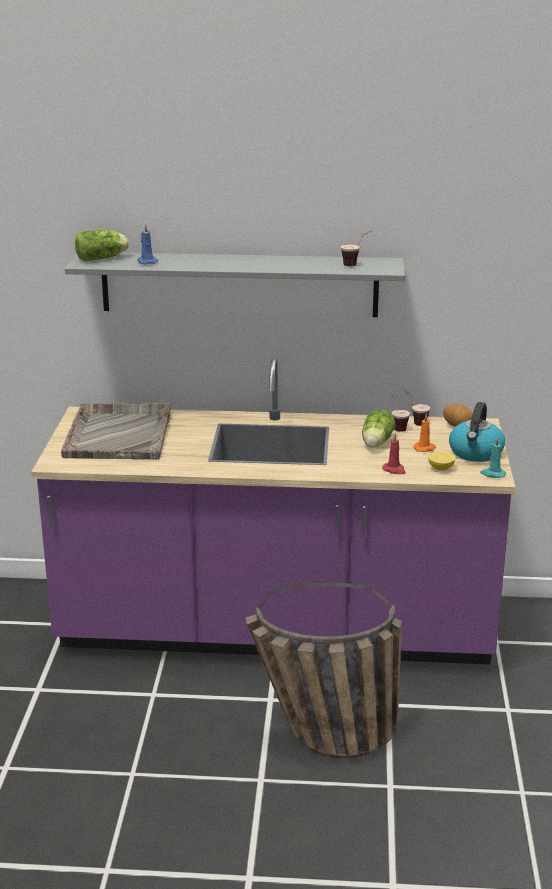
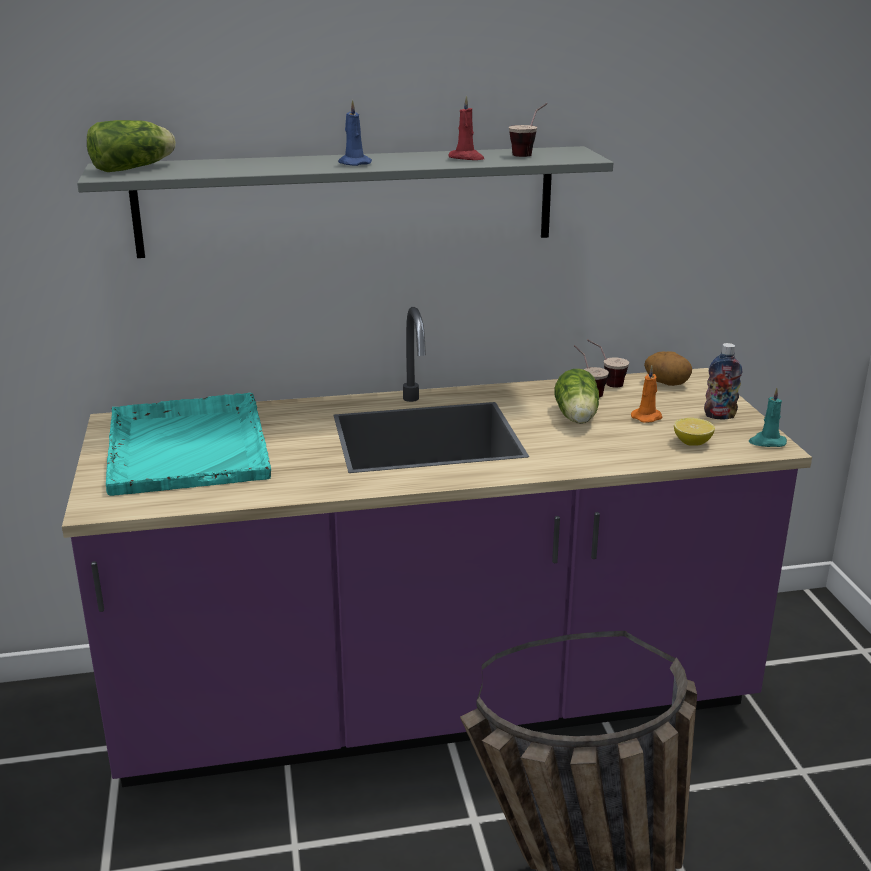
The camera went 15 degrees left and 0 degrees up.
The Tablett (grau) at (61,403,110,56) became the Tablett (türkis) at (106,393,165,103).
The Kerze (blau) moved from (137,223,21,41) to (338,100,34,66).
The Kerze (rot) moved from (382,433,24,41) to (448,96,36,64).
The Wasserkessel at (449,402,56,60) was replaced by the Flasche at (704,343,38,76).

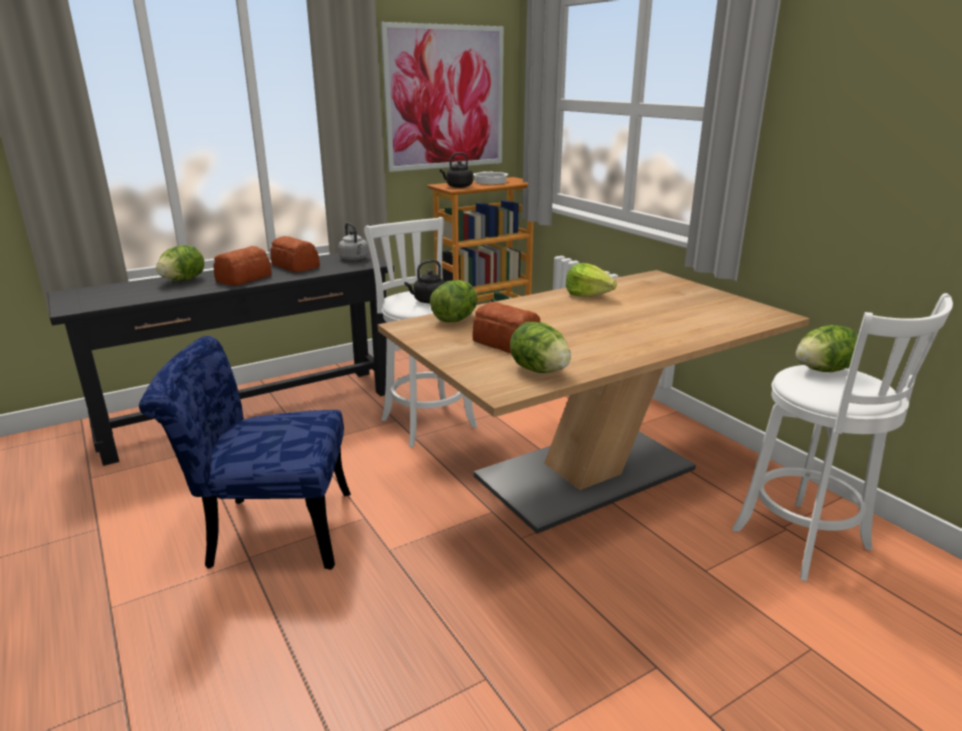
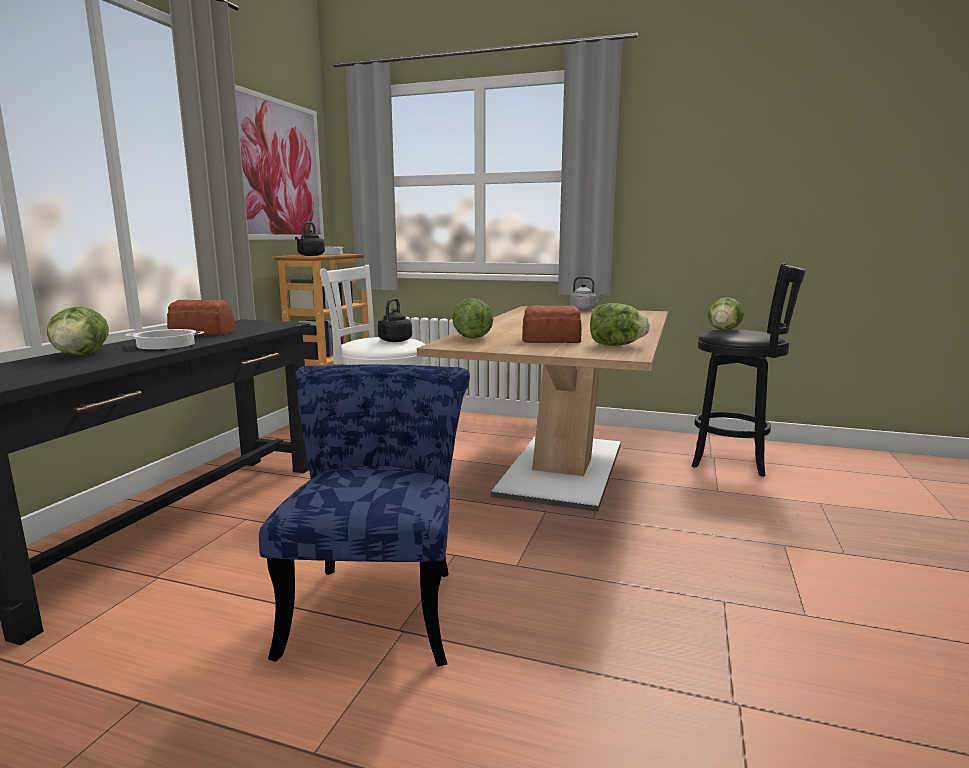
The camera went 40 degrees left and 10 degrees down.
The Brot at (213,246,59,40) was replaced by the Kochtopf at (125,329,79,21).
The Stuhl (blau) at (139,336,212,234) turned 135 degrees clockwise.
The Wasserkessel (grau) moved from (338,222,30,39) to (570,276,35,35).
The Hocker (weiß) at (732,293,221,288) became the Hocker (schwarz) at (692,264,114,213).
The Salatkopf at (566,263,51,34) disappeared.

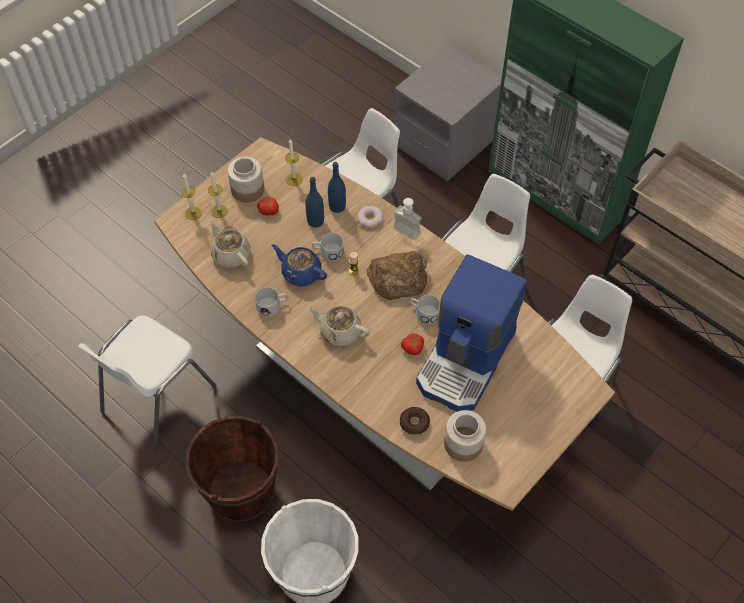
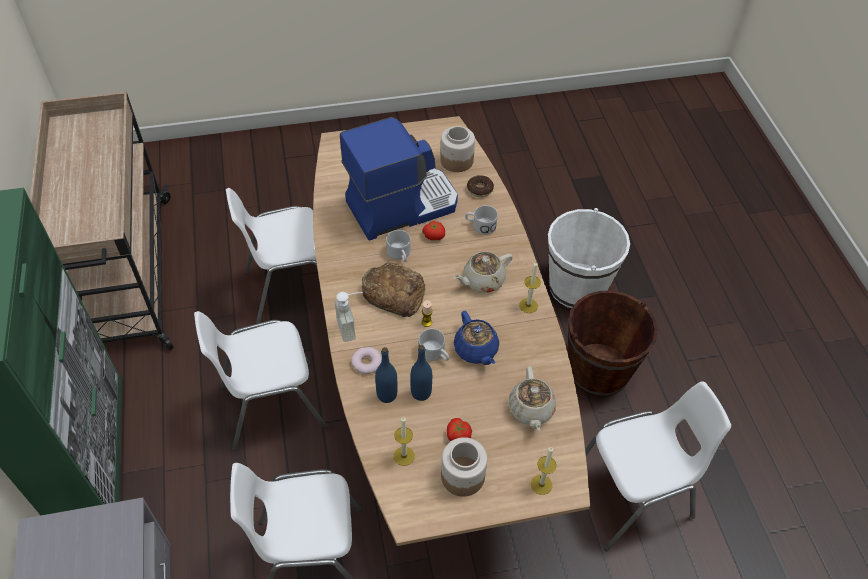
The camera went 145 degrees left and 5 degrees down.
The Teekanne (beige) at (307,306,63,41) turned 90 degrees clockwise.
The Henkelbecher (weiß) moved from (255,287,33,30) to (465,205,33,29).
The Kerze moved from (208,171,20,47) to (519,262,22,51).

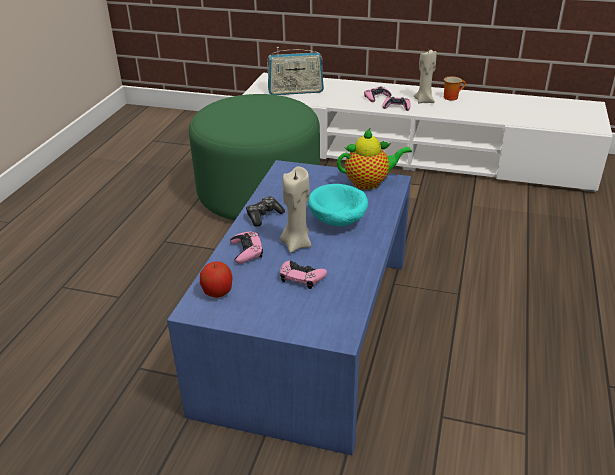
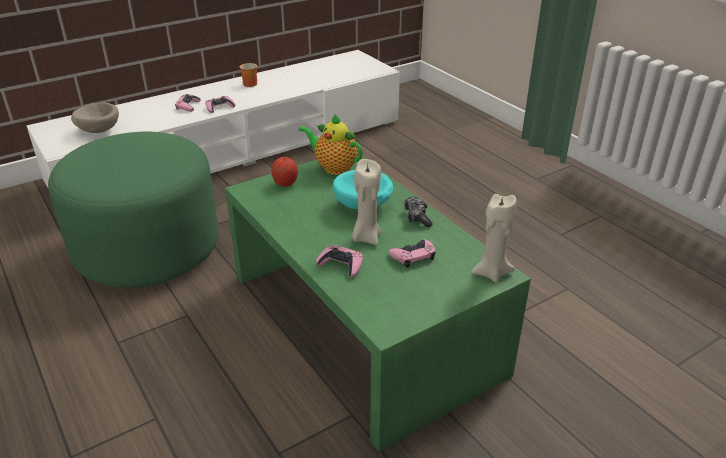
The camera went 50 degrees left and 0 degrees up.
The Radio at (267,47,57,48) was replaced by the Schüssel (beige) at (71,102,48,31).
The Couchtisch (blau) at (167,160,244,295) became the Couchtisch (grün) at (225,154,306,298).
The Apfel moved from (200,261,33,37) to (272,157,26,30).
The Teekanne at (337,129,75,61) turned 90 degrees counterclockwise.
The Gamepad moved from (246,196,39,31) to (404,196,29,31).
The Kerze (beige) moved from (413,49,24,55) to (471,194,46,88).

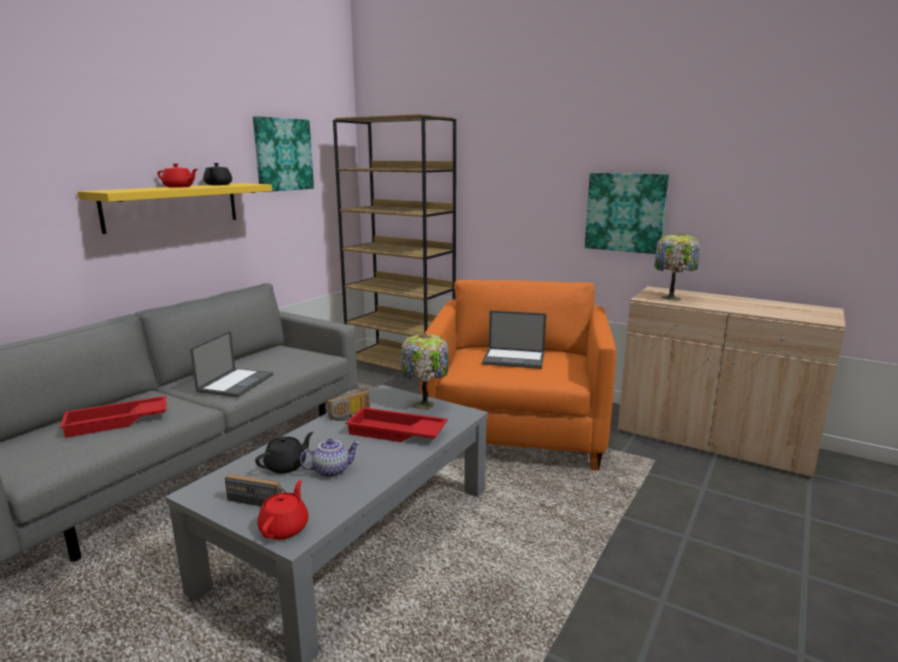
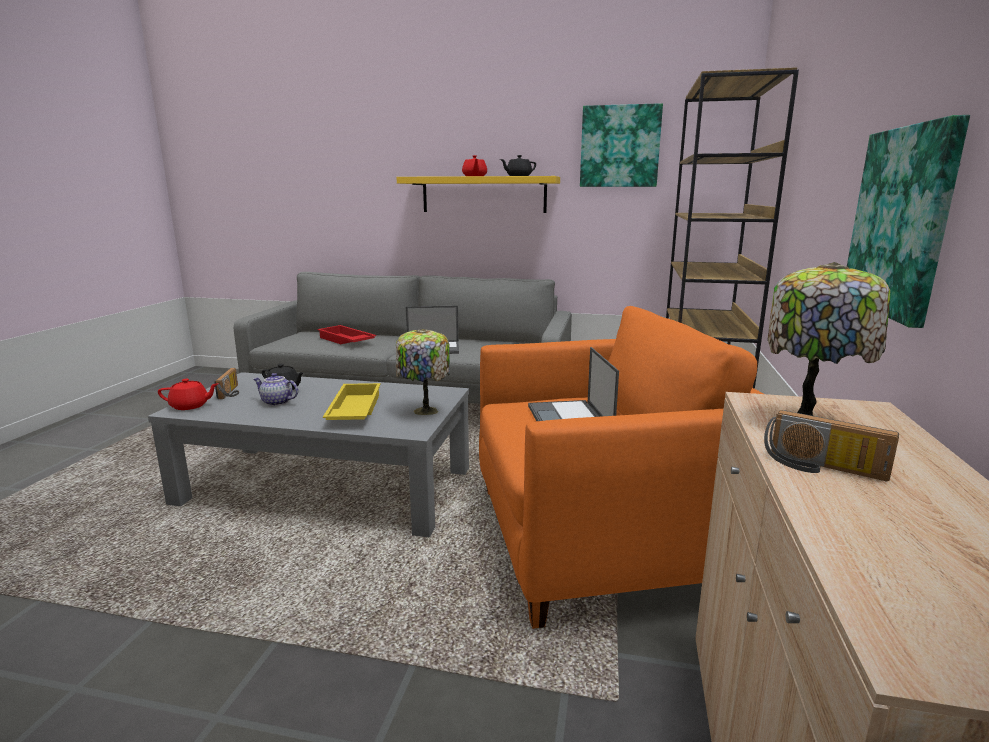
The camera went 70 degrees right and 0 degrees up.
The Teekanne at (300,439,60,38) turned 150 degrees clockwise.
The Tablett (rot) at (345,407,103,35) became the Tablett (gelb) at (323,383,58,37).
The Radio moved from (326,391,44,30) to (764,410,135,71).

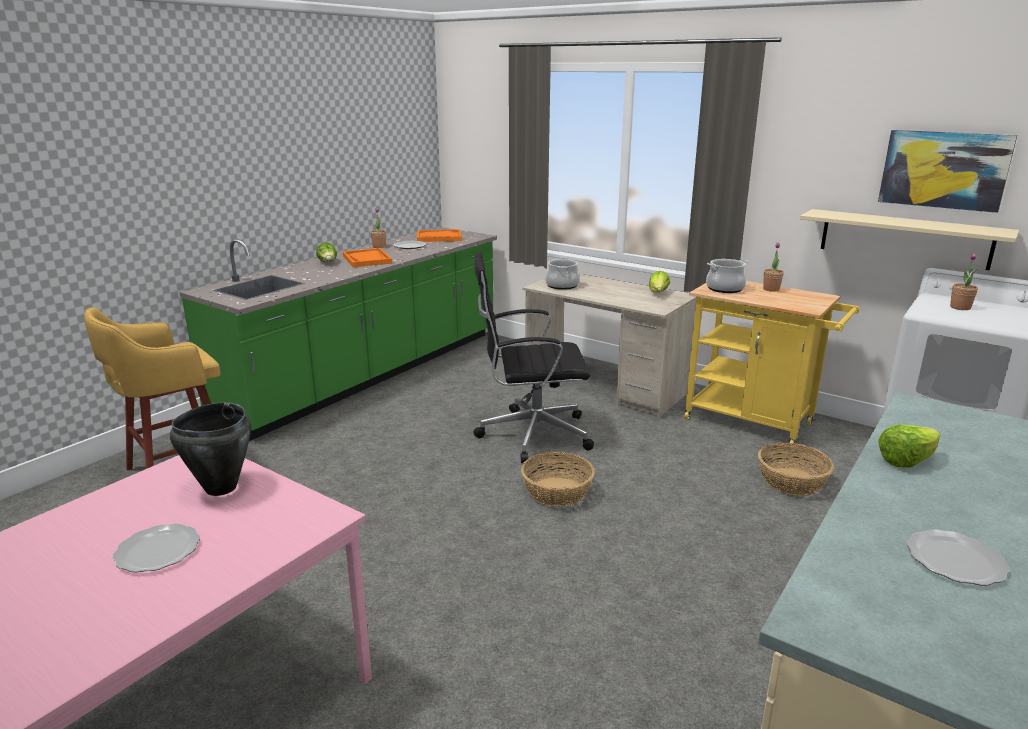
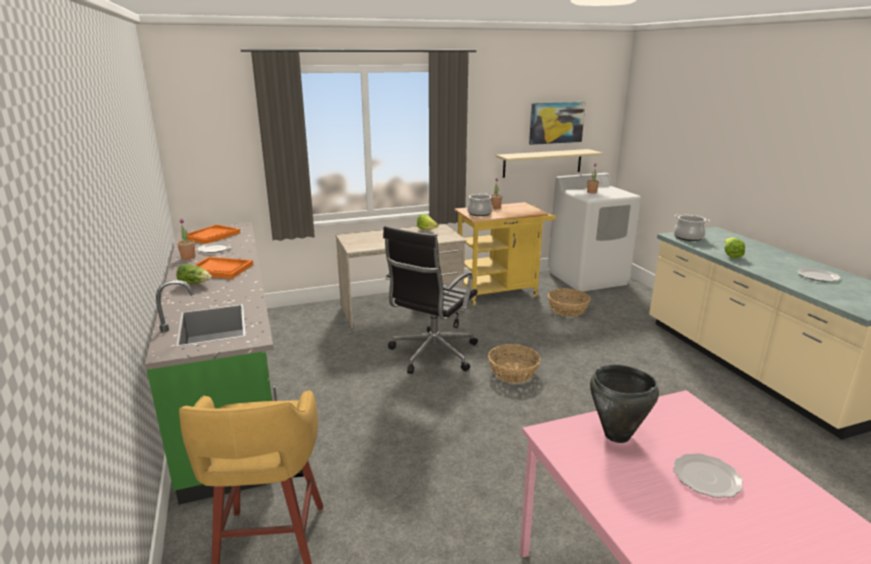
The camera went 55 degrees left and 0 degrees up.
The Kochtopf moved from (545,258,35,32) to (674,214,36,27).

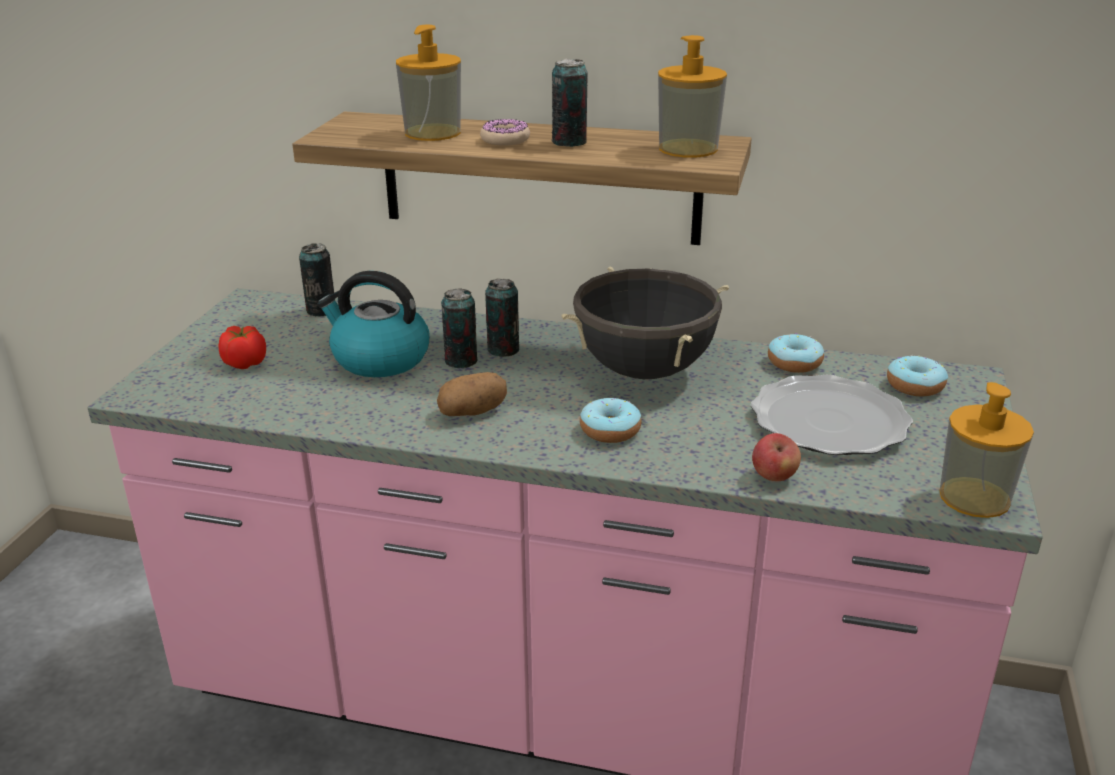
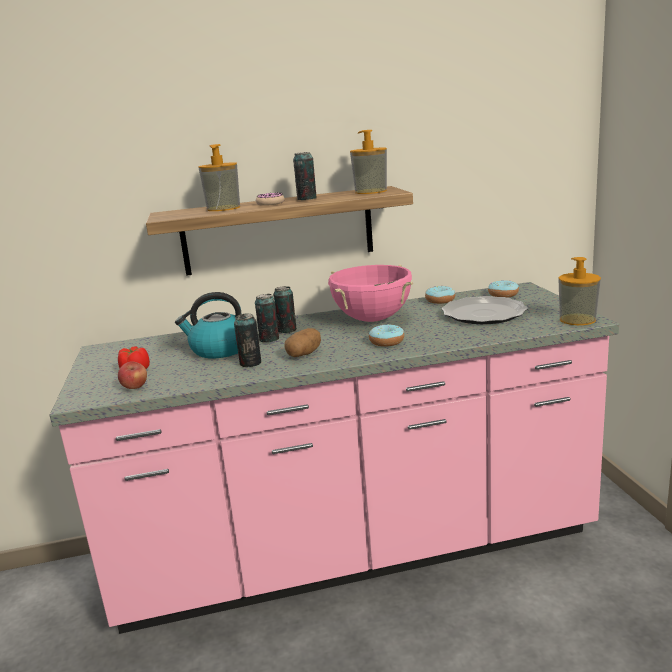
The camera went 25 degrees left and 10 degrees down.
The Apfel moved from (752,433,49,48) to (118,362,29,27).
The Dose moved from (299,243,35,73) to (234,313,27,54).
The Kochtopf (schwarz) at (562,267,167,112) became the Kochtopf (rosa) at (328,265,85,57).

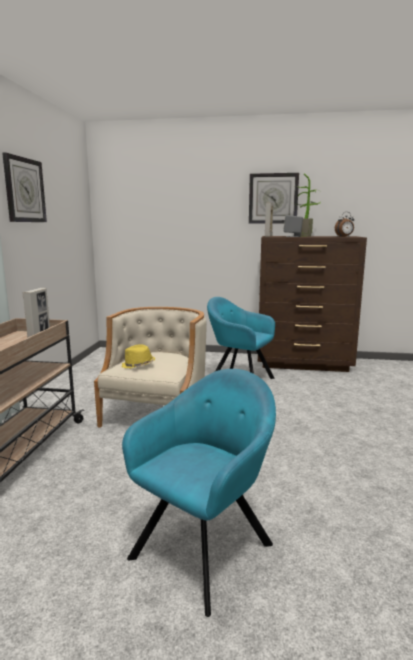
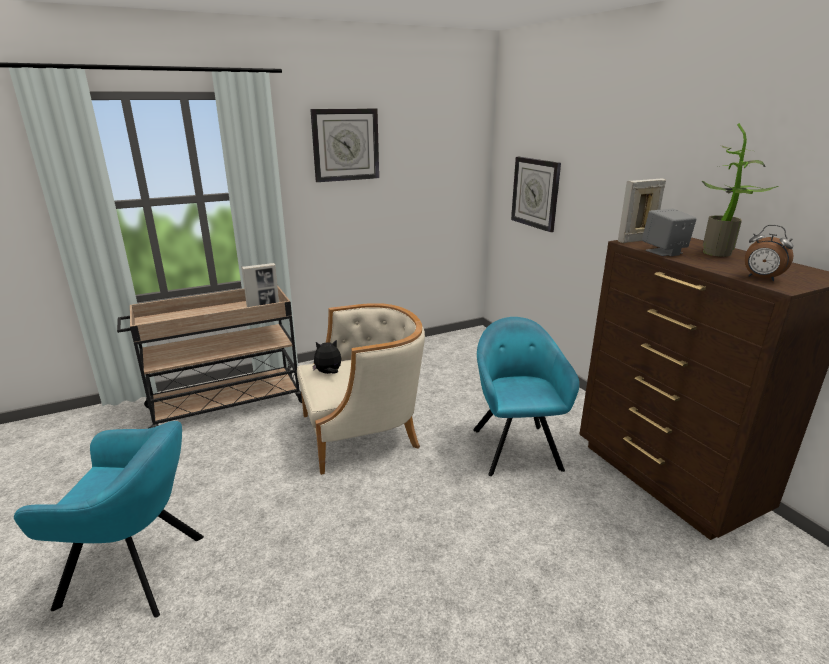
The camera went 55 degrees right and 10 degrees up.
The Hut (gelb) at (122,344,34,25) was replaced by the Plüschtier at (312,339,30,35).
The Wanduhr moved from (249,173,50,51) to (511,157,50,75).

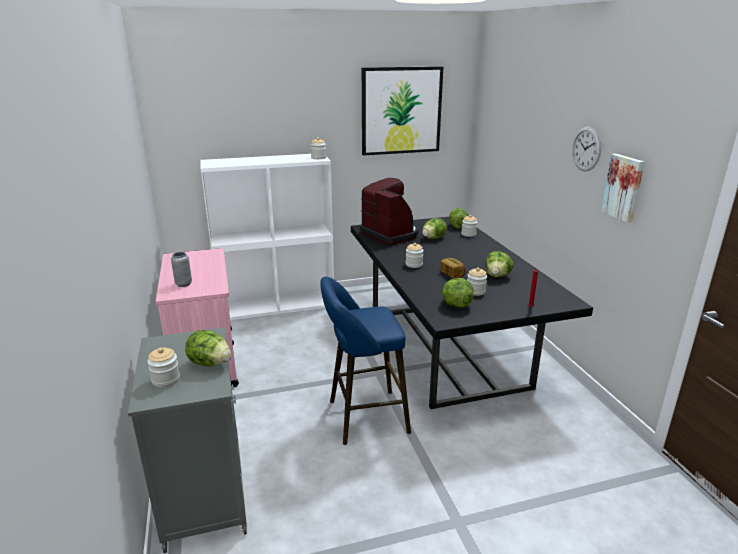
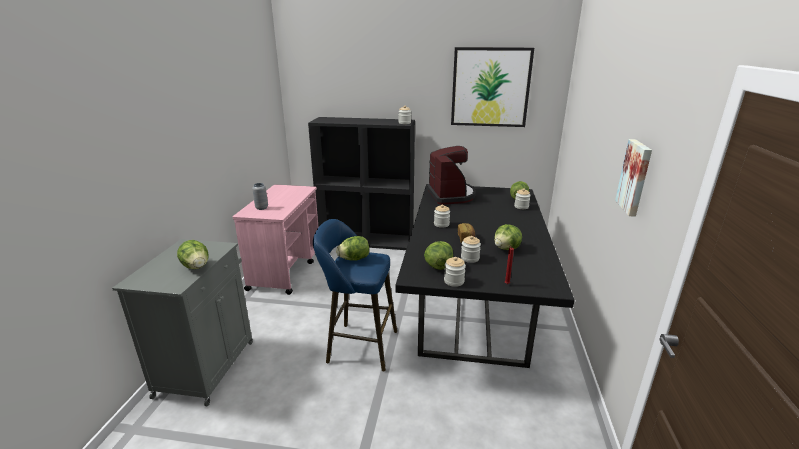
The camera went 25 degrees right and 0 degrees up.
The Bücherregal (weiß) at (200,154,134,166) became the Bücherregal (schwarz) at (308,117,107,133).
The Salatkopf moved from (422,218,25,21) to (336,236,33,24).
The Vorratsglas moved from (147,347,33,41) to (444,257,22,30).
The Wanduhr at (572,127,29,44) disappeared.

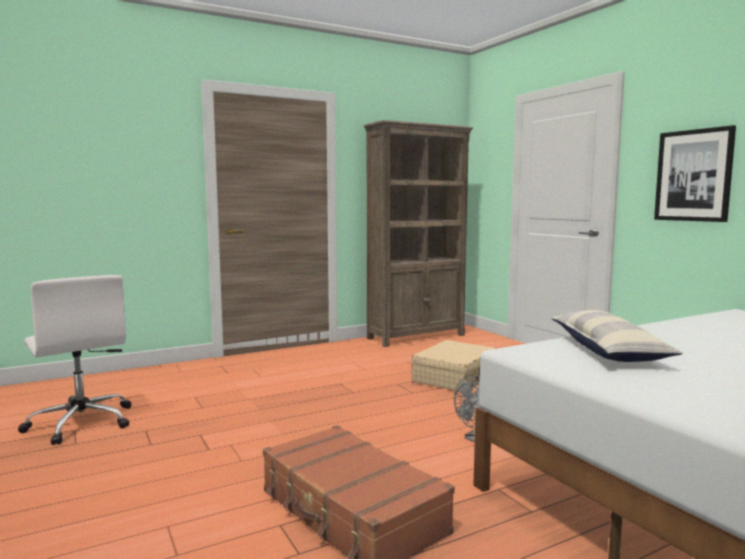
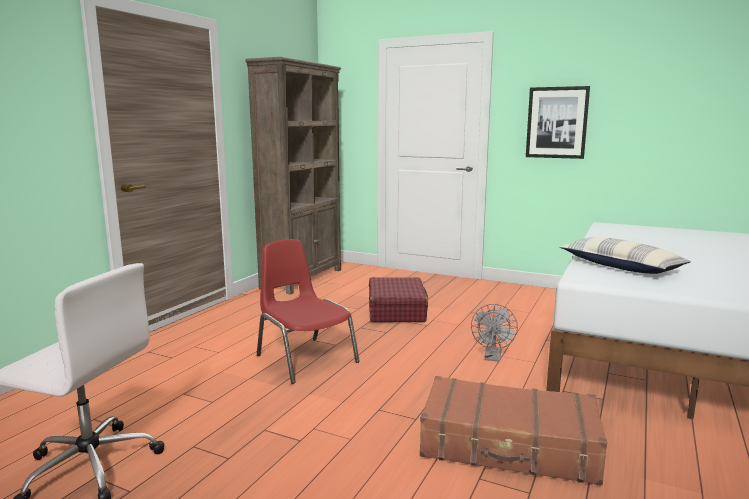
The camera went 35 degrees left and 5 degrees up.
The Stuhl (rot) at (257,239,103,145) appeared.
The Koffer (beige) at (411,340,85,52) became the Koffer (rot) at (369,277,59,45).

